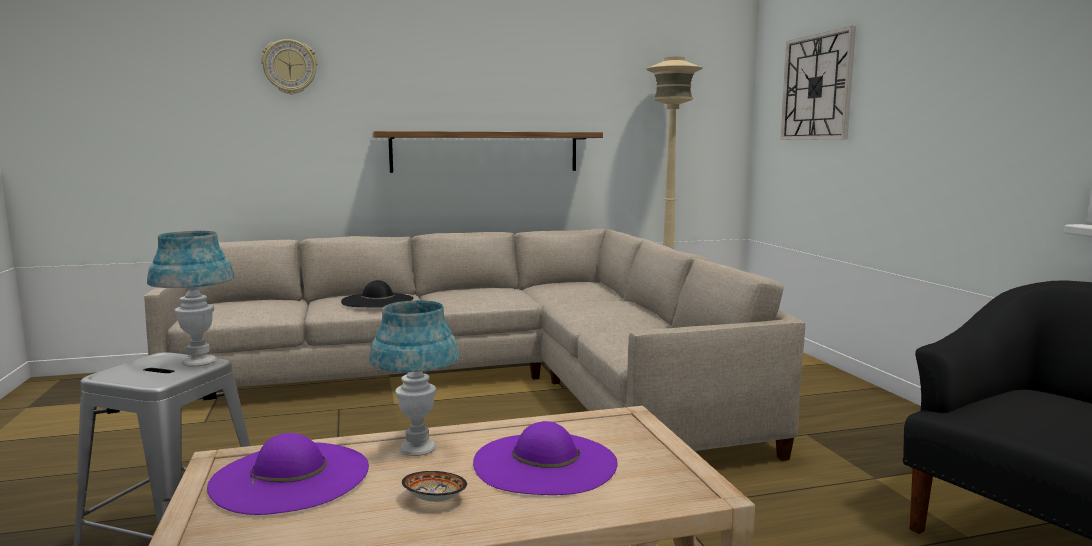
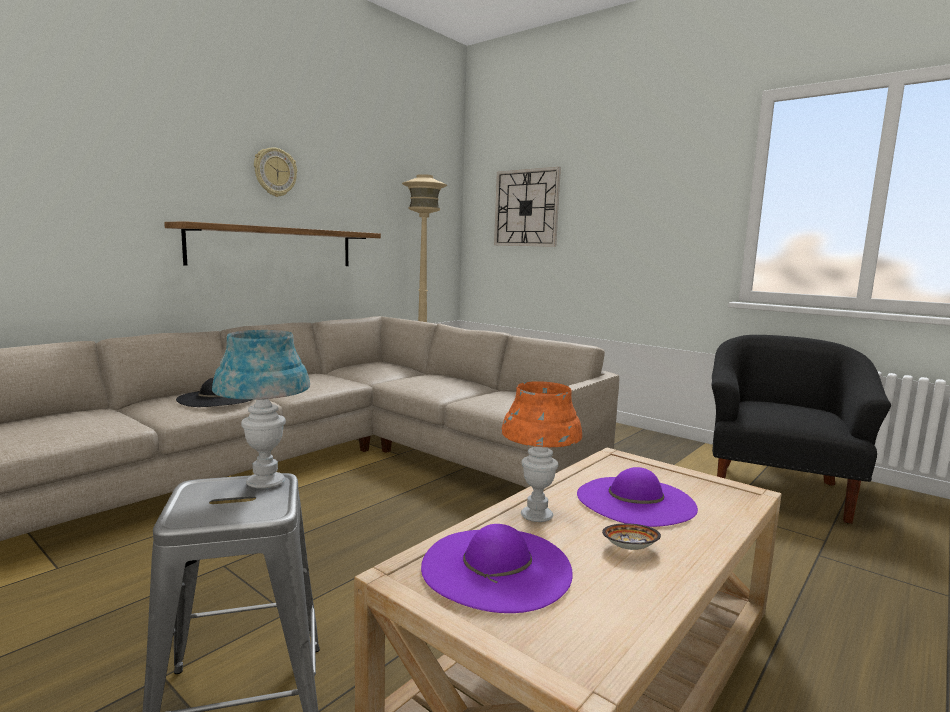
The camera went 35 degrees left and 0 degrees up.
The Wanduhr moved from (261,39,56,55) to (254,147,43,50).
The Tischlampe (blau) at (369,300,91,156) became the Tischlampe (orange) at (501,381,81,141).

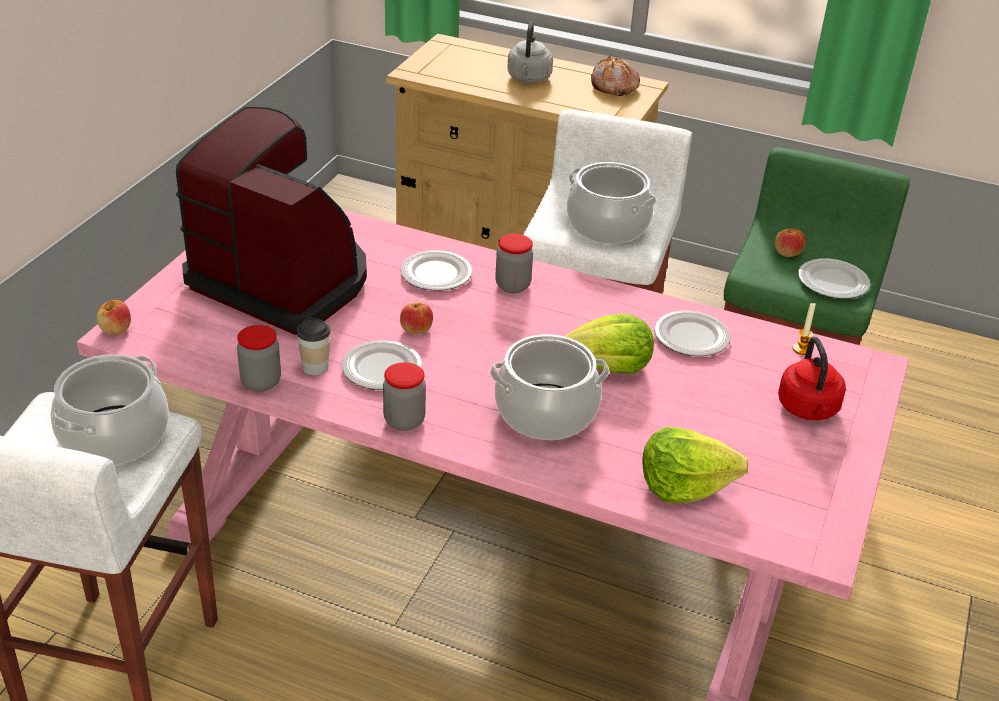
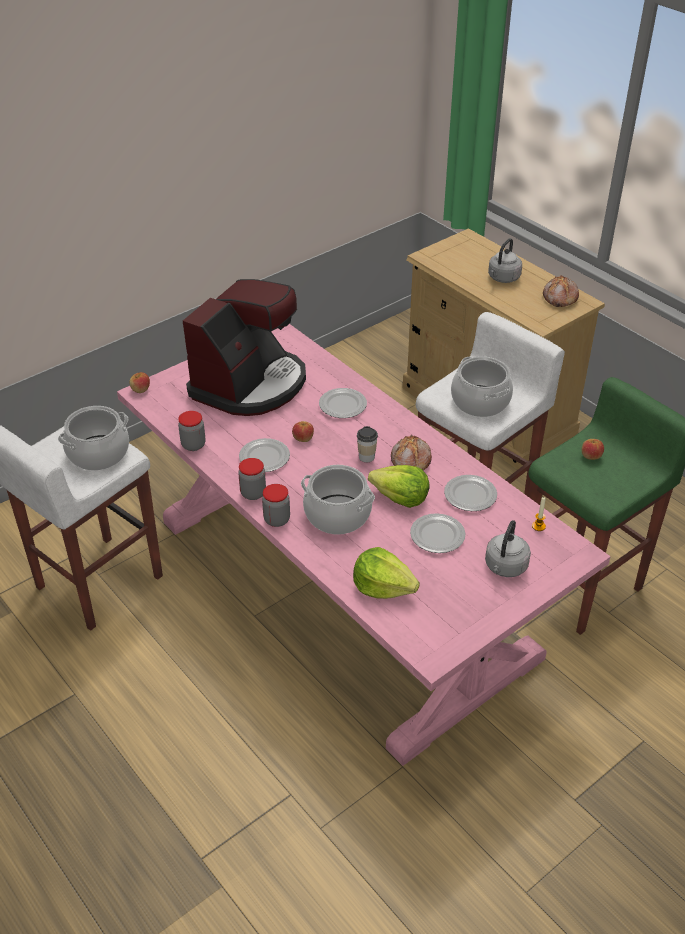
The camera went 30 degrees right and 5 degrees up.
The Kaffeemaschine at (176,107,191,228) turned 60 degrees clockwise.
The Vorratsglas moved from (495,234,38,59) to (262,484,28,43).
The Tasse moved from (297,318,33,58) to (357,426,21,36).
The Brot at (391,435,41,35) appeared.
The Teller moved from (798,259,72,40) to (410,513,56,40).
The Wasserkessel (rot) at (778,337,68,83) became the Wasserkessel (grau) at (485,520,46,57).

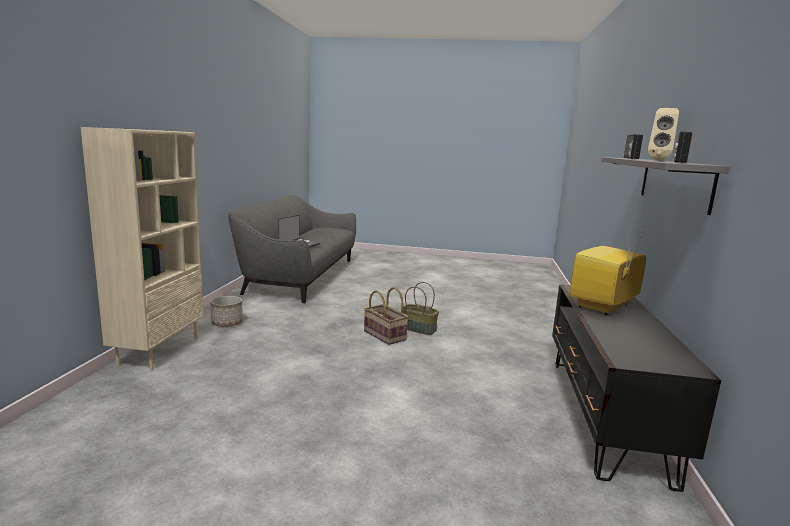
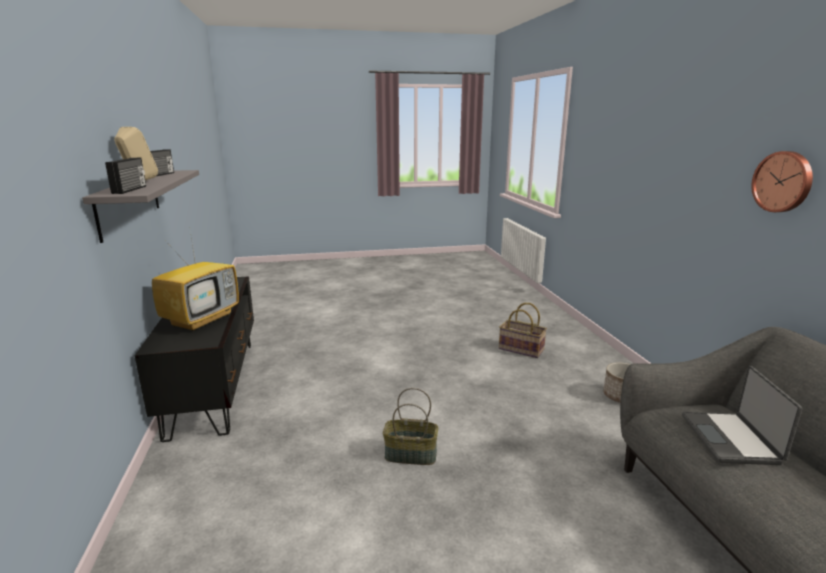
The camera went 160 degrees right and 5 degrees up.
The Korb moved from (364,287,45,58) to (499,303,48,55).
The Wanduhr at (751,151,62,61) appeared.
The Bücherregal (beige) at (81,127,123,244) disappeared.

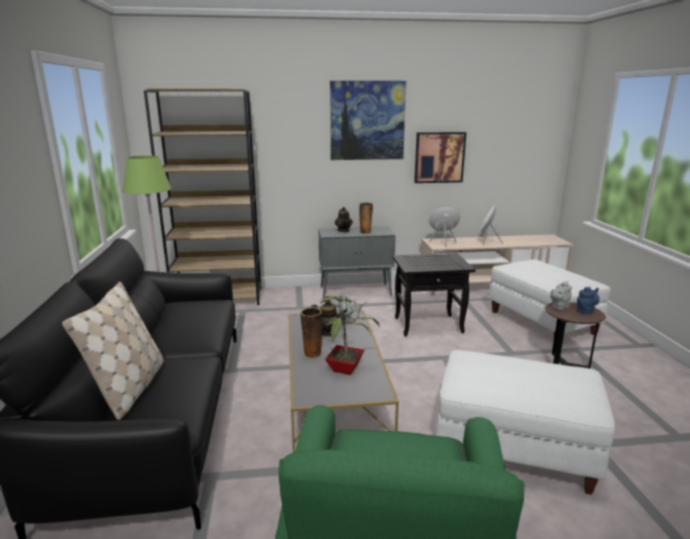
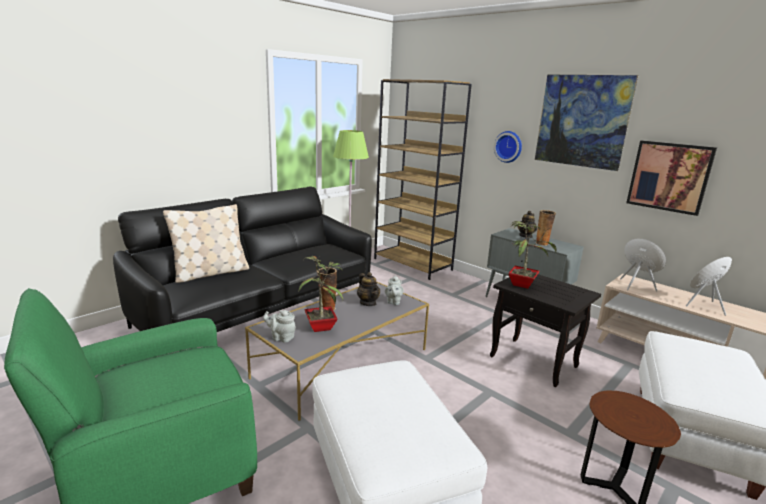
The camera went 50 degrees right and 0 degrees up.
The Teekanne (grau) moved from (550,281,22,29) to (263,310,33,33).
The Wanduhr at (494,131,28,32) appeared.
The Topfpflanze at (508,221,49,68) appeared.
The Teekanne (blau) at (576,287,23,28) disappeared.

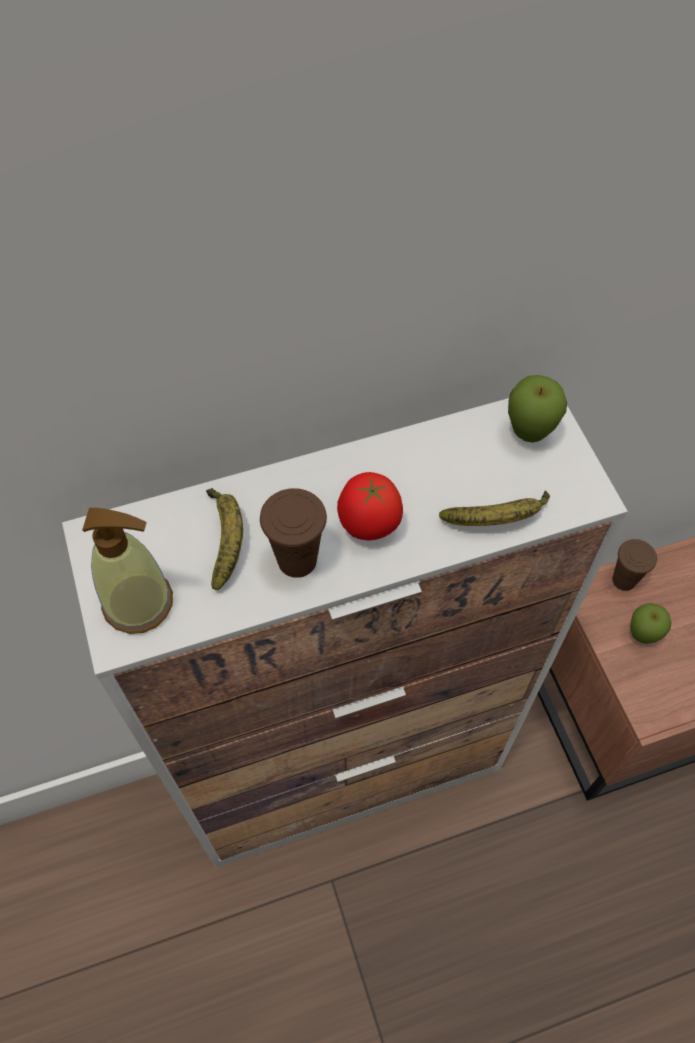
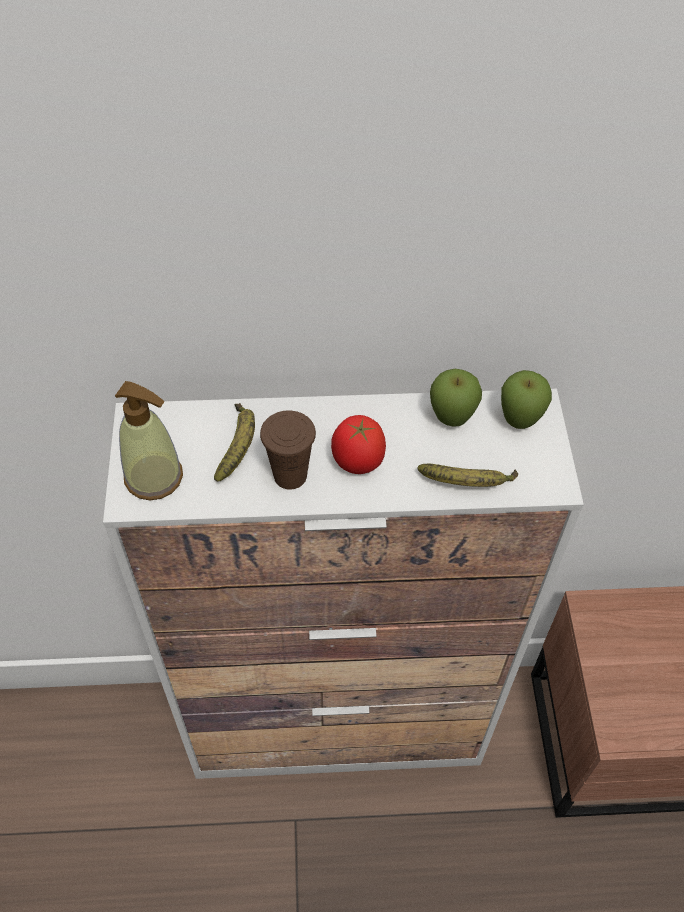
The camera went 15 degrees right and 5 degrees down.
The Apfel moved from (630,603,41,41) to (430,369,52,58).
The Tasse (braun) at (612,539,45,52) disappeared.

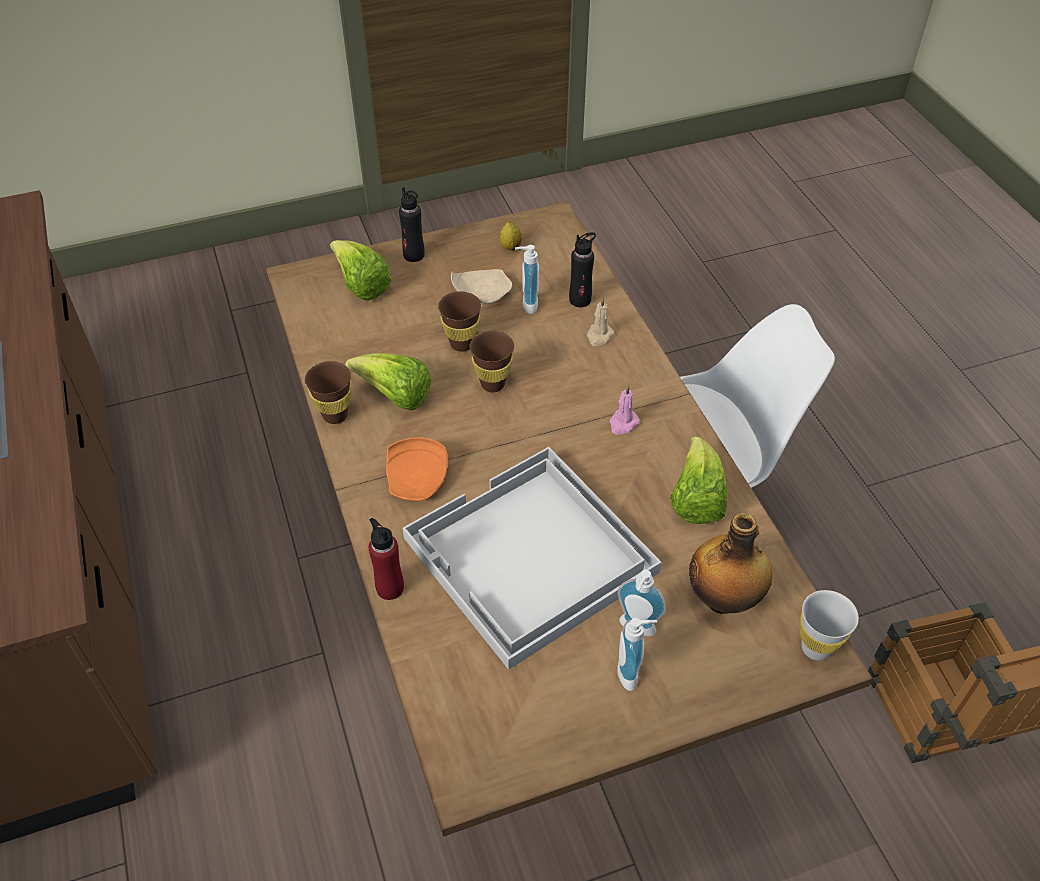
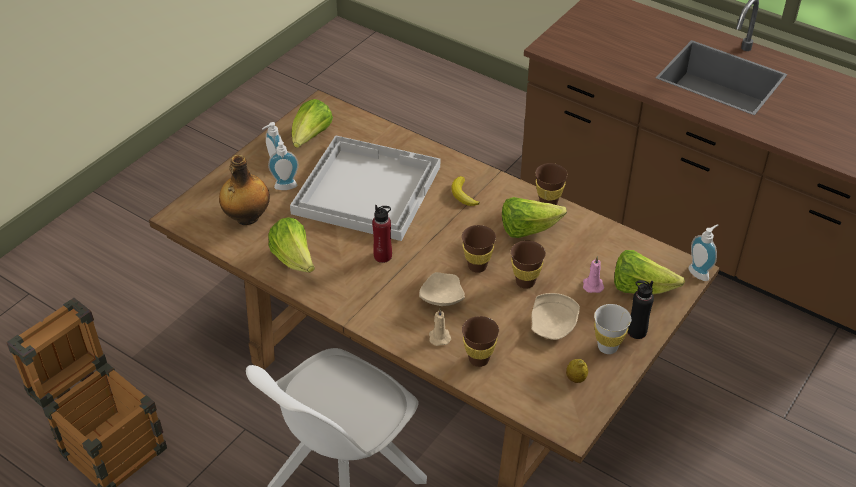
The camera went 145 degrees right and 5 degrees down.
The Salatkopf at (291,99,42,49) appeared.
The Flasche (rot) moved from (369,518,35,82) to (372,205,20,58).
The Teller (beige) at (419,272,46,34) appeared.
The Teller (orange) at (386,437,62,64) was replaced by the Banane at (452,176,28,30).
The Flasche (schwarz) at (569,232,27,75) was replaced by the Tasse (braun) at (462,316,37,51).
The Kerze (rosa) moved from (609,385,31,50) to (583,256,21,37).
The Tasse (weiß) moved from (800,590,59,71) to (594,304,37,50).
The Seifenspender moved from (515,245,24,69) to (688,224,30,57).

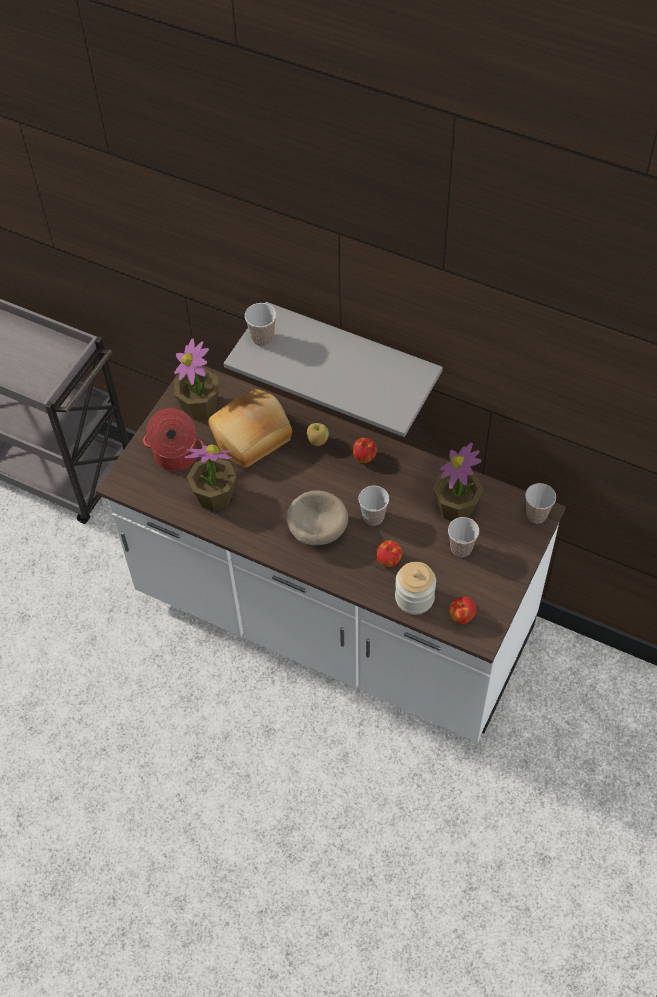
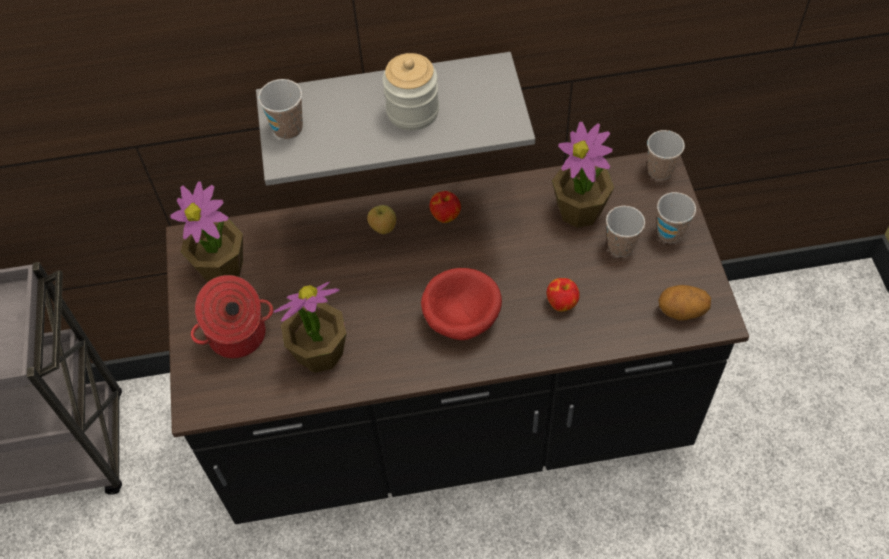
The camera went 35 degrees left and 0 degrees up.
The Küchenzeile (weiß) at (95,365,471,377) became the Küchenzeile (schwarz) at (166,152,583,372).
The Vorratsglas moved from (395,562,41,53) to (382,53,57,77).
The Schüssel (beige) at (287,490,61,55) became the Schüssel (rot) at (421,268,81,72).
The Tasse moved from (358,486,31,40) to (657,192,39,51).
The Apfel at (449,596,28,28) was replaced by the Kartoffel at (658,285,53,35).
The Brot at (208,389,84,79) disappeared.

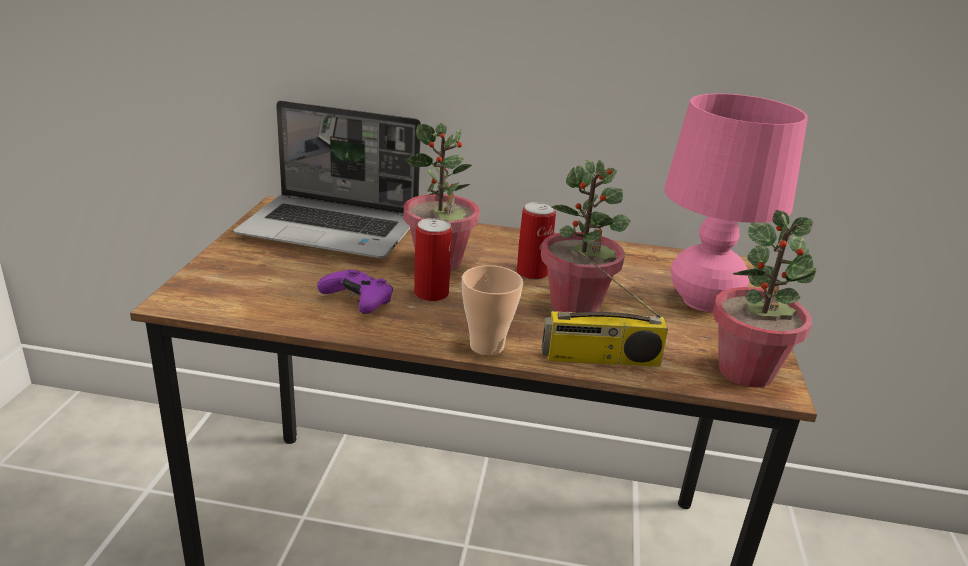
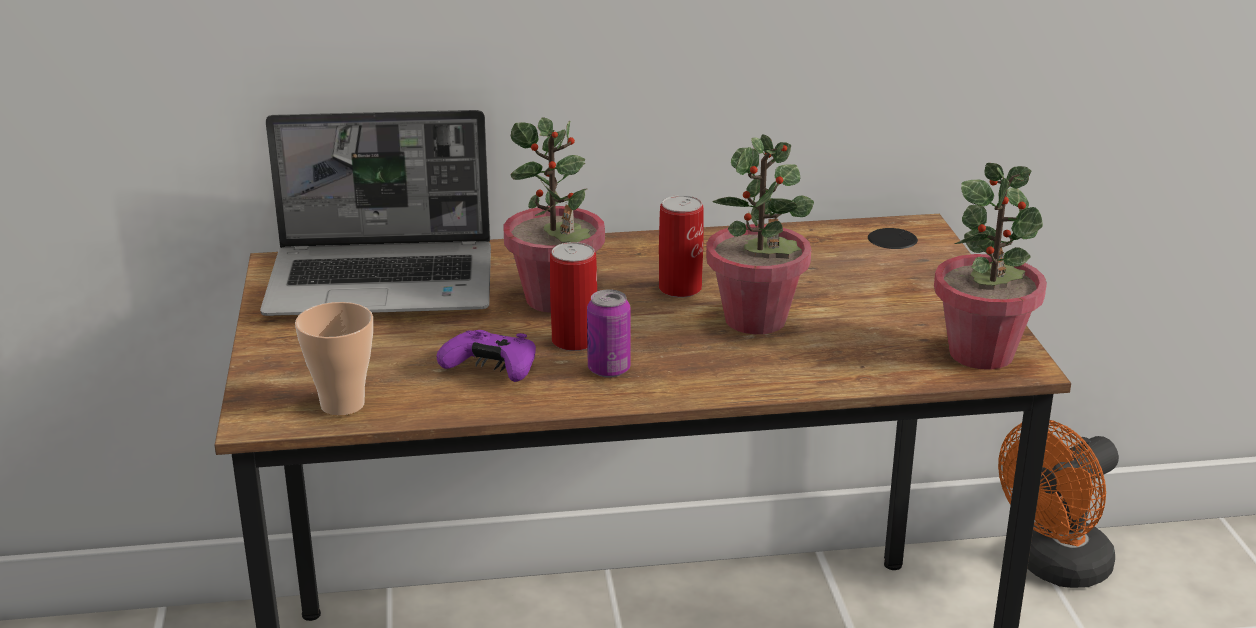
The camera went 15 degrees left and 0 degrees up.
The Tasse moved from (462,265,61,91) to (295,302,78,114).
The Dose at (587,289,44,89) appeared.
The Ventilator (orange) at (998,420,121,168) appeared.
The Radio at (541,251,127,116) disappeared.
The Tischlampe (rosa) at (664,93,144,219) disappeared.

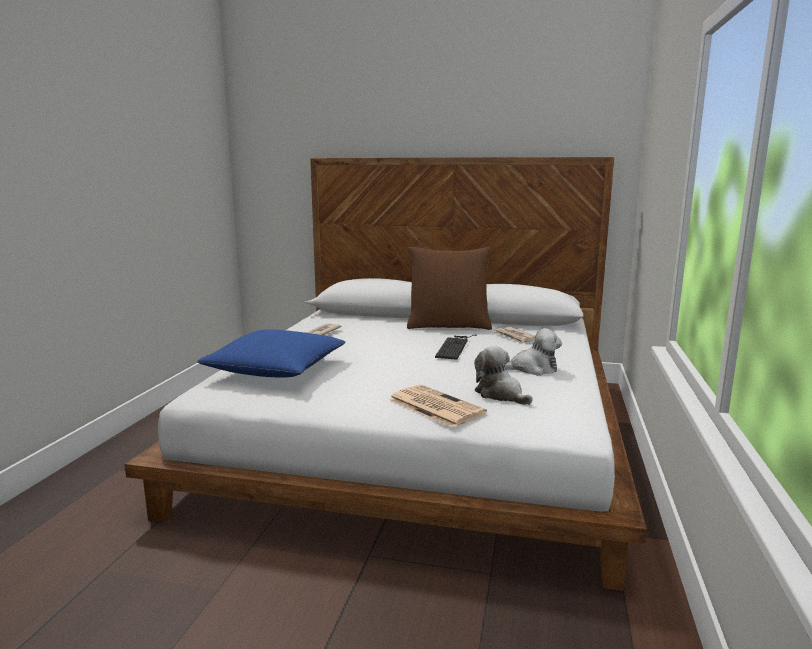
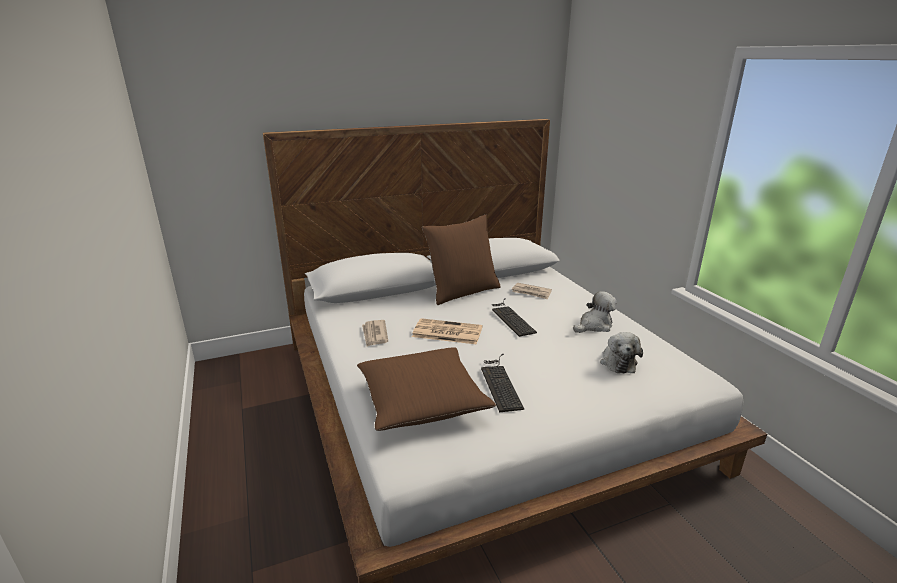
The camera went 35 degrees left and 10 degrees up.
The Kissen (blau) at (197,330,149,48) became the Kissen (braun) at (357,347,139,84).
The Zeitung moved from (389,385,98,43) to (412,318,71,26).
The Tastatur at (481,354,43,58) appeared.
The Plüschtier at (474,346,59,59) turned 105 degrees counterclockwise.

